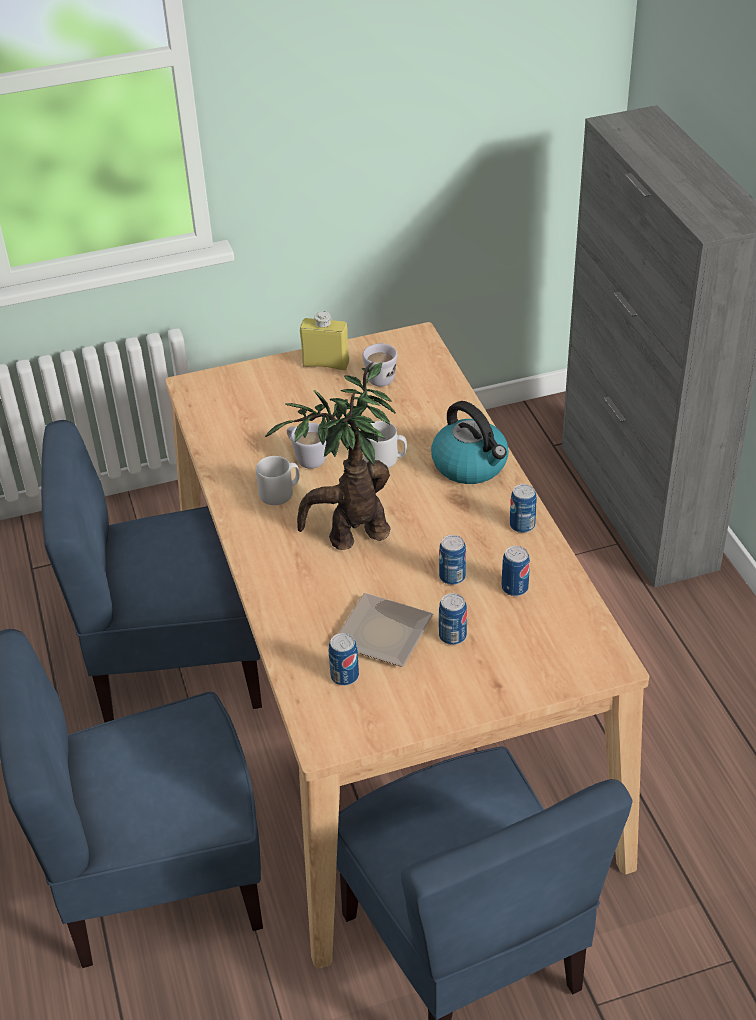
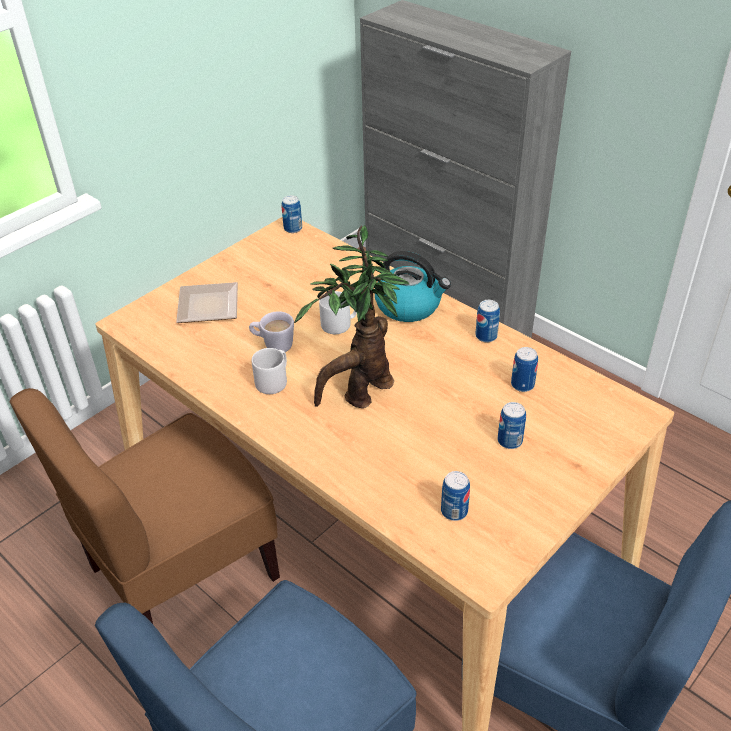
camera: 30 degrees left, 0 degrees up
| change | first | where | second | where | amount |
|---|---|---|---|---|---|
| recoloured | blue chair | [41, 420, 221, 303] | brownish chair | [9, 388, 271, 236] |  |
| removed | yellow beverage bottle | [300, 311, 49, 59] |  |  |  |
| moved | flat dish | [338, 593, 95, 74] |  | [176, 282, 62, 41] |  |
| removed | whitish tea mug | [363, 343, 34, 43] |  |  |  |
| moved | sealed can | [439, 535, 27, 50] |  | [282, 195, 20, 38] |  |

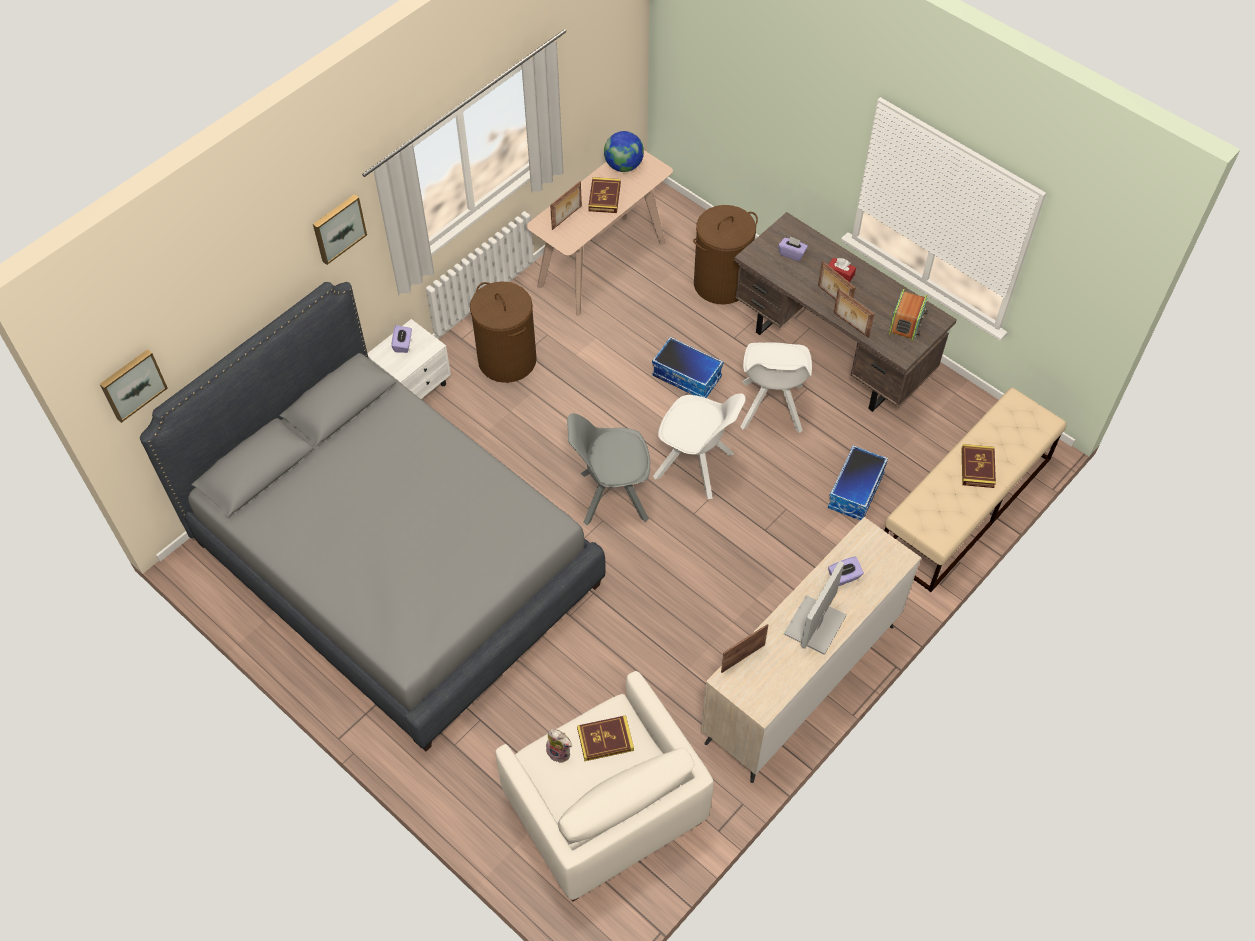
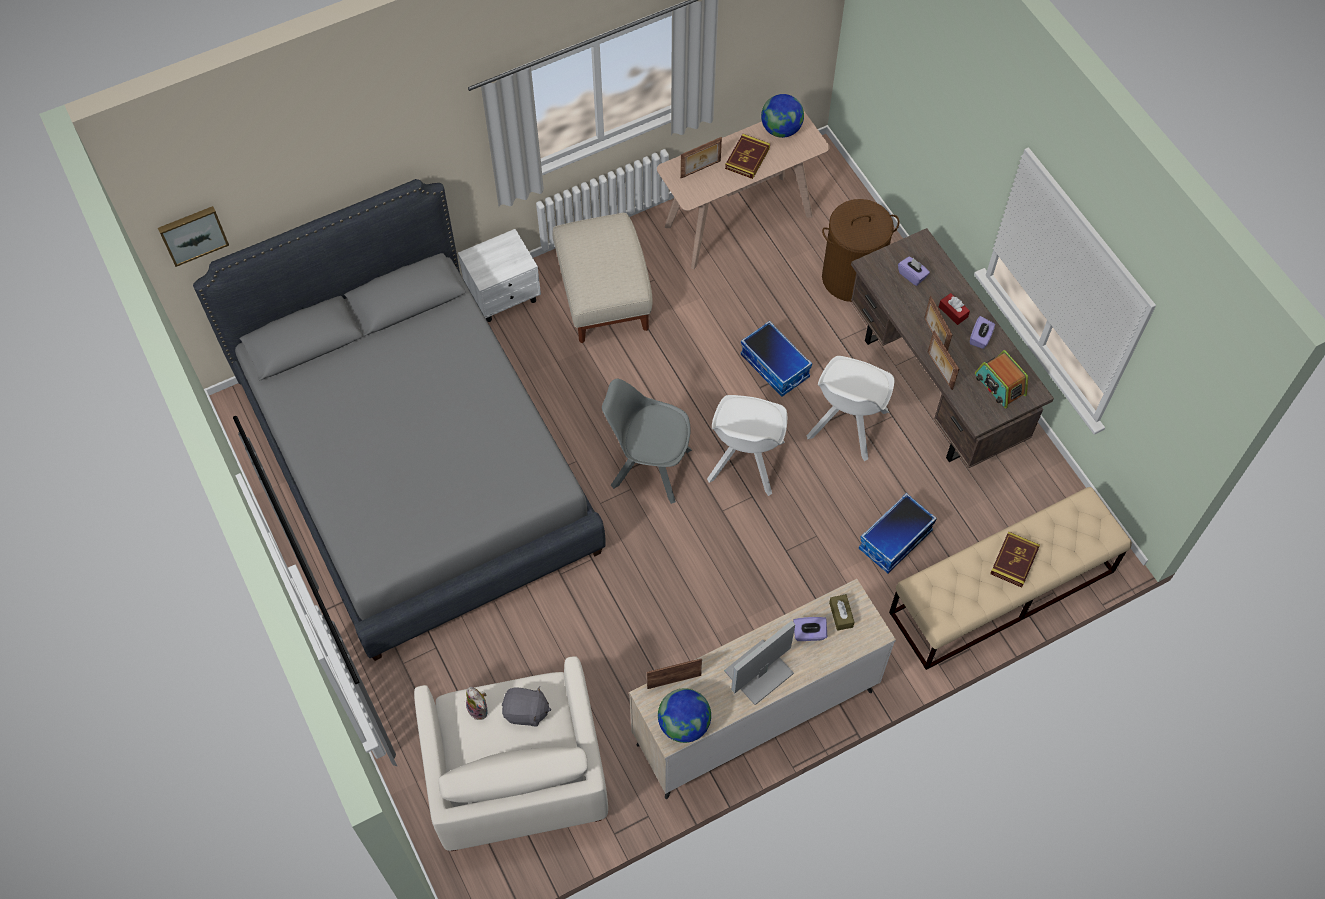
camera: 20 degrees right, 5 degrees up
| change | first | where | second | where | amount |
|---|---|---|---|---|---|
| removed | picture | [313, 194, 54, 71] |  |  |  |
| moved | purple box of tissues | [391, 325, 21, 28] |  | [970, 316, 25, 33] |  |
| replaced | brownish washing basket | [470, 281, 67, 102] | beige footrest | [552, 213, 101, 130] |  |
| replaced | volume | [577, 715, 57, 46] | greyish plush toy | [502, 686, 49, 41] |  |
| turned | whitish chair | [653, 393, 92, 106] |  | [707, 395, 80, 101] | 60 degrees clockwise |
| turned | radio set | [889, 289, 39, 52] |  | [975, 350, 53, 58] | 105 degrees clockwise |
| added |  |  | desk globe | [658, 688, 53, 55] |  |
| added |  |  | brownish box of tissues | [829, 594, 25, 37] |  |

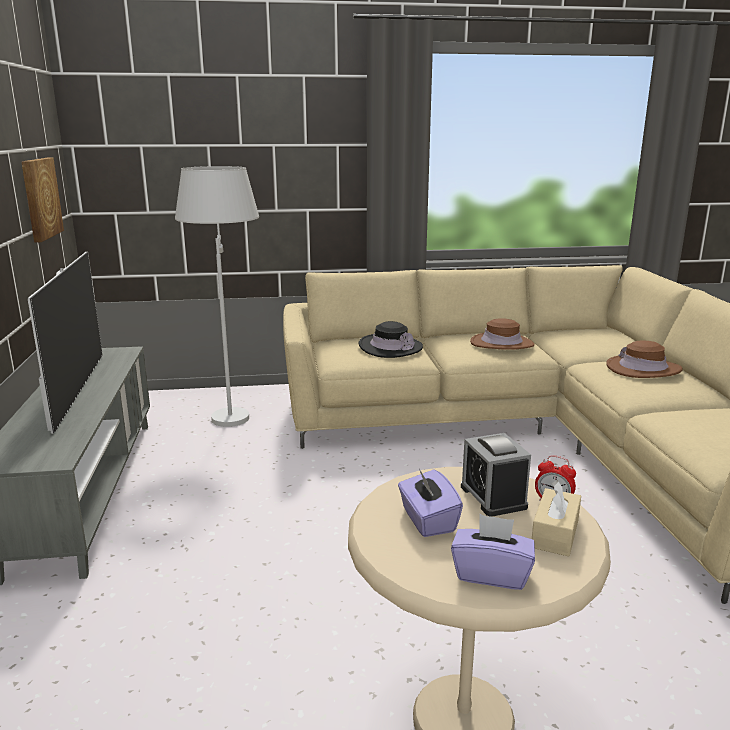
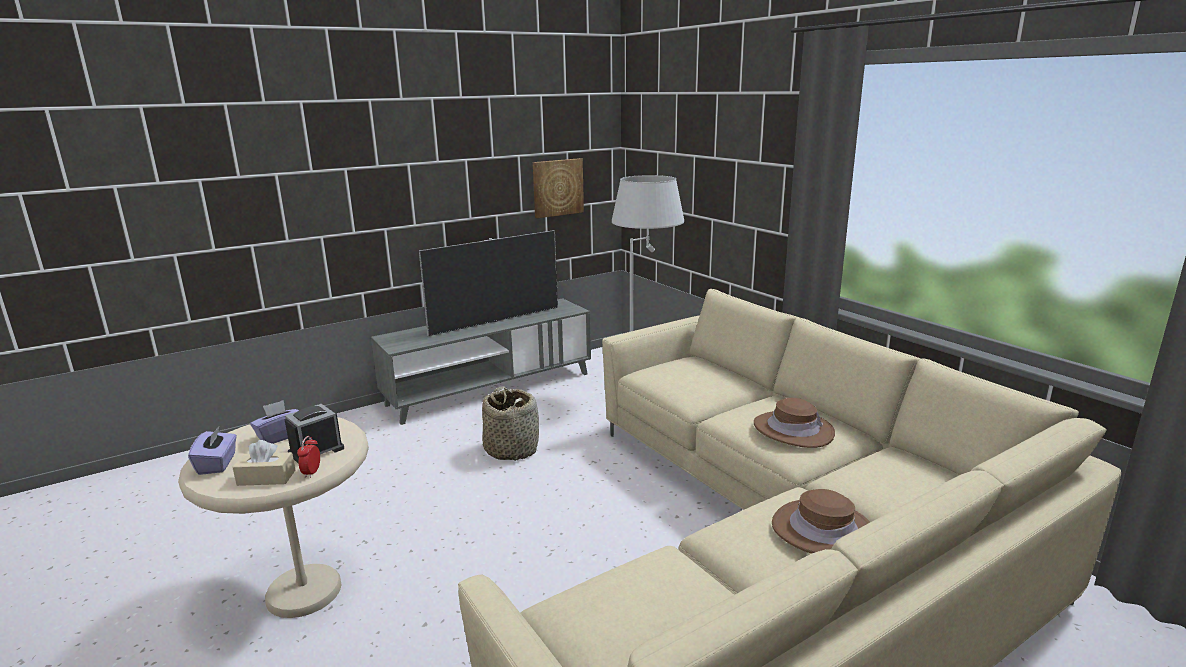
camera: 65 degrees right, 0 degrees up
| change | first | where | second | where | amount |
|---|---|---|---|---|---|
| removed | black wearable hat | [358, 321, 65, 37] |  |  |  |
| added |  |  | household basket | [482, 387, 57, 74] |  |

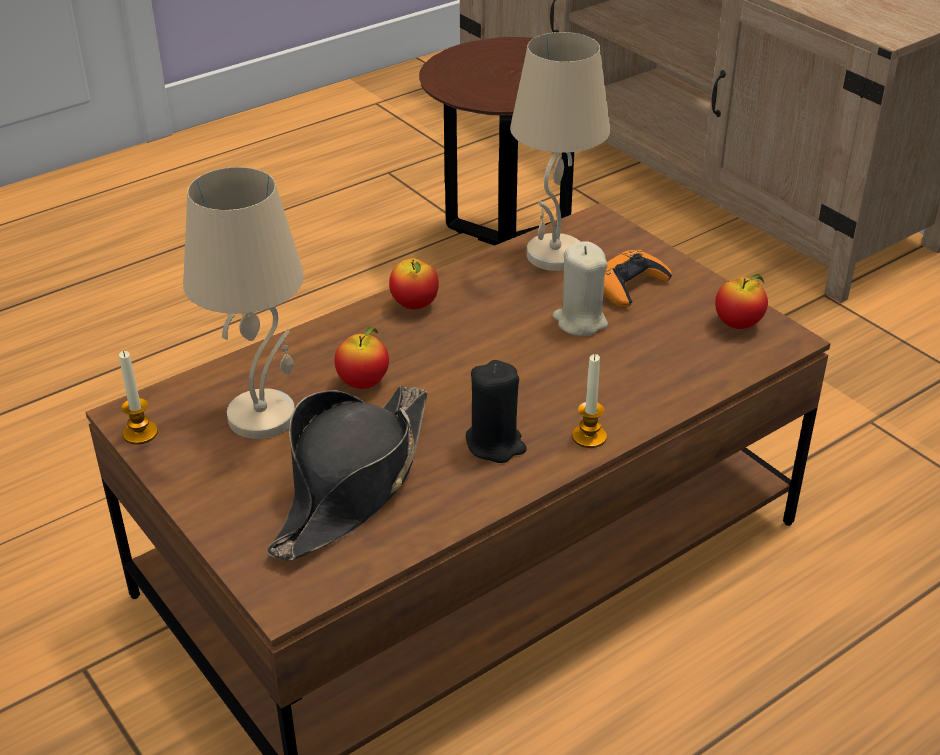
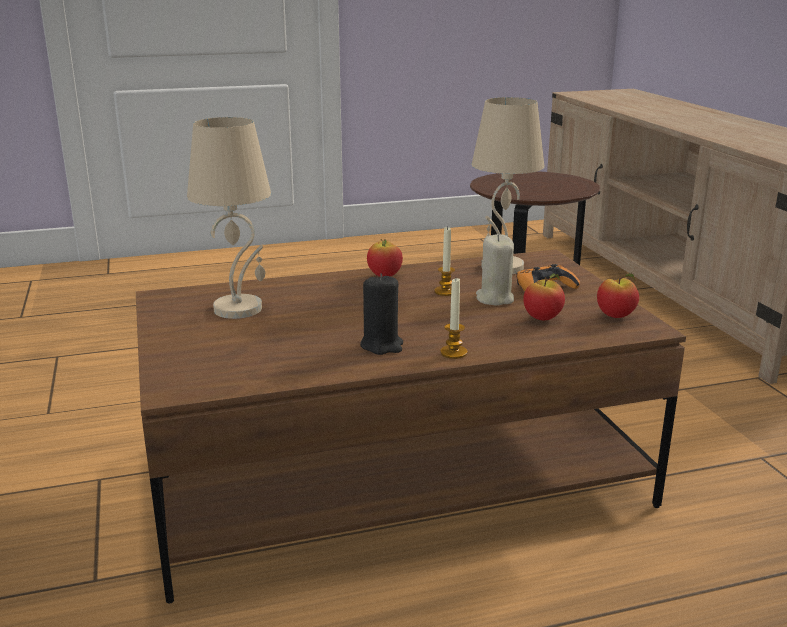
camera: 20 degrees right, 15 degrees down
| change | first | where | second | where | amount |
|---|---|---|---|---|---|
| moved | candle | [119, 351, 39, 93] |  | [434, 226, 21, 70] |  |
| removed | black wearable hat | [267, 385, 160, 175] |  |  |  |
| moved | apple | [335, 327, 54, 62] |  | [523, 273, 42, 47] |  |

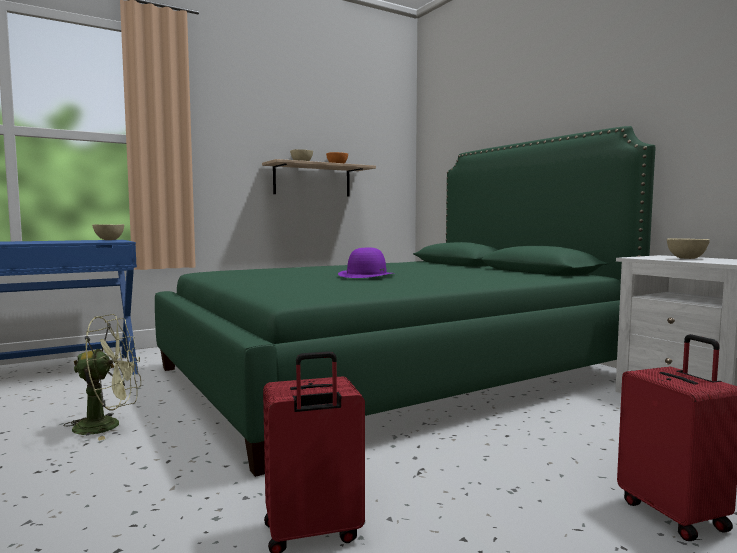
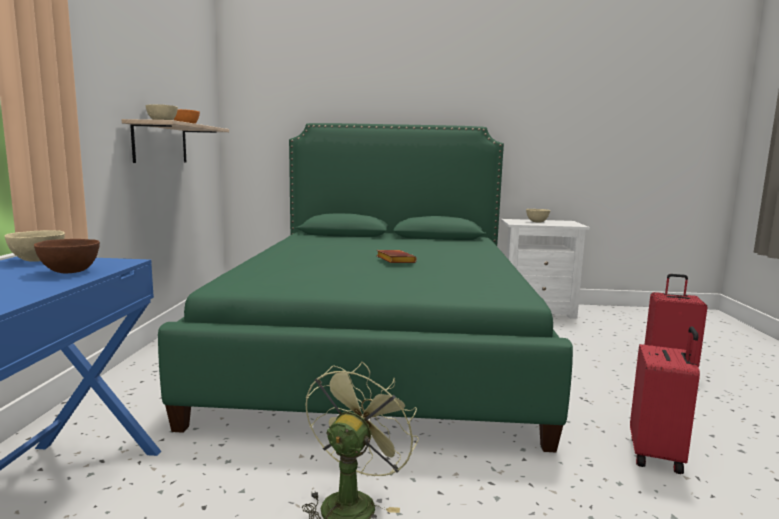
camera: 55 degrees left, 5 degrees up
| change | first | where | second | where | amount |
|---|---|---|---|---|---|
| replaced | purple wearable hat | [338, 248, 56, 30] | brownish volume | [377, 250, 40, 13] |  |
| added |  |  | brownish bowl | [34, 239, 66, 34] |  |

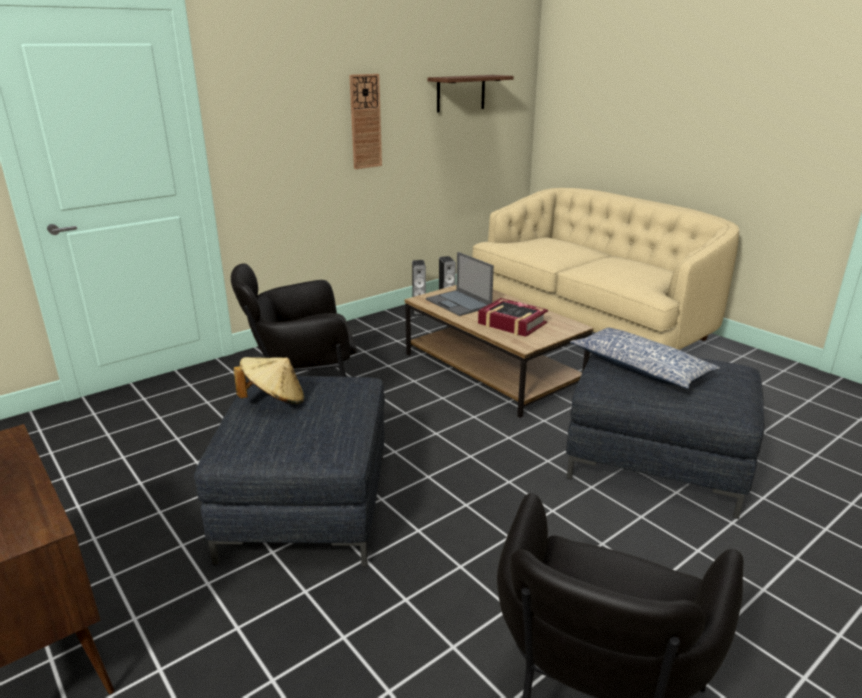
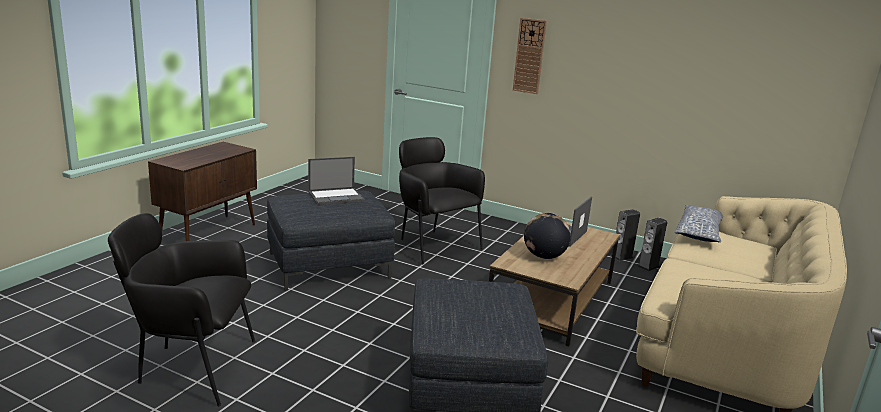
camera: 65 degrees right, 5 degrees down
| change | first | where | second | where | amount |
|---|---|---|---|---|---|
| replaced | beige wearable hat | [234, 357, 70, 47] | portable computer | [308, 157, 57, 48] |  |
| moved | hanging clock | [349, 74, 33, 95] |  | [513, 18, 34, 76] |  |
| removed | wall shelf | [427, 75, 87, 38] |  |  |  |
| replaced | volume | [478, 298, 70, 39] | desk globe | [524, 213, 47, 46] |  |
| moved | throw pillow | [570, 327, 150, 62] |  | [675, 205, 48, 37] |  |

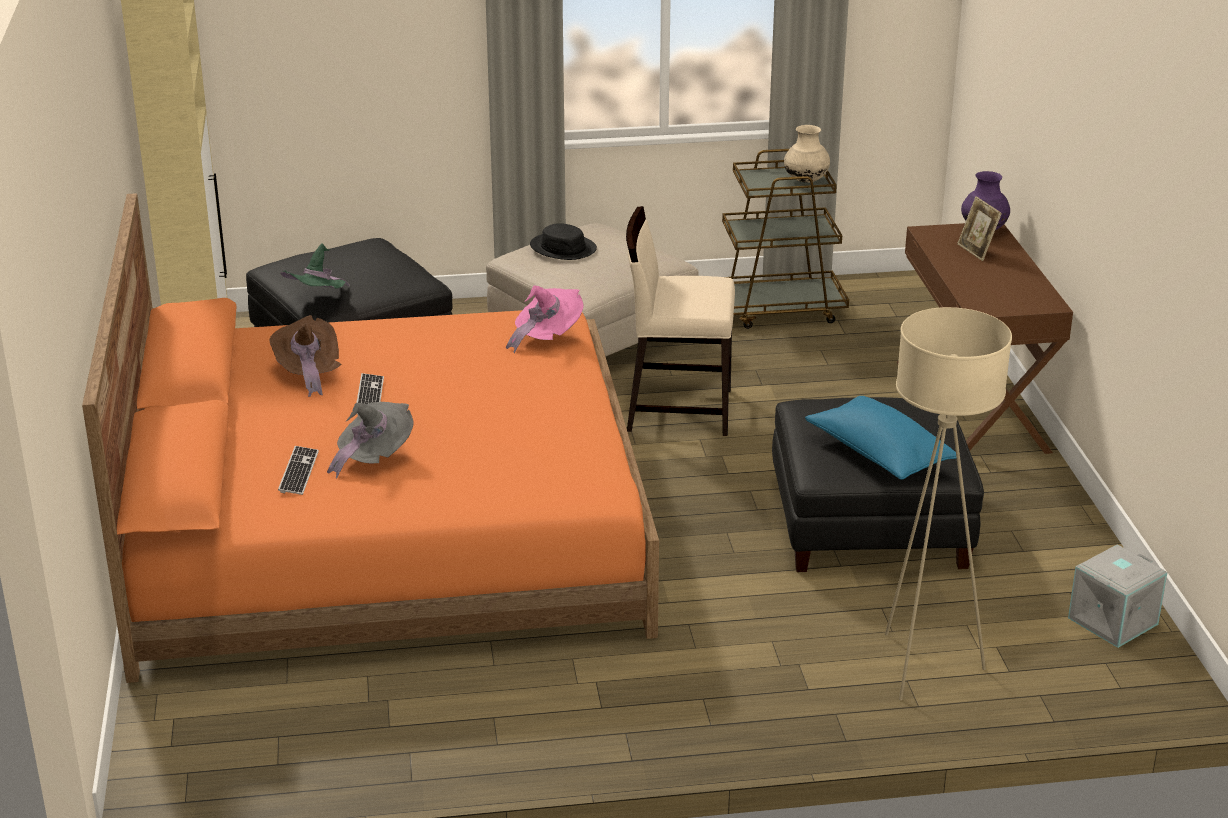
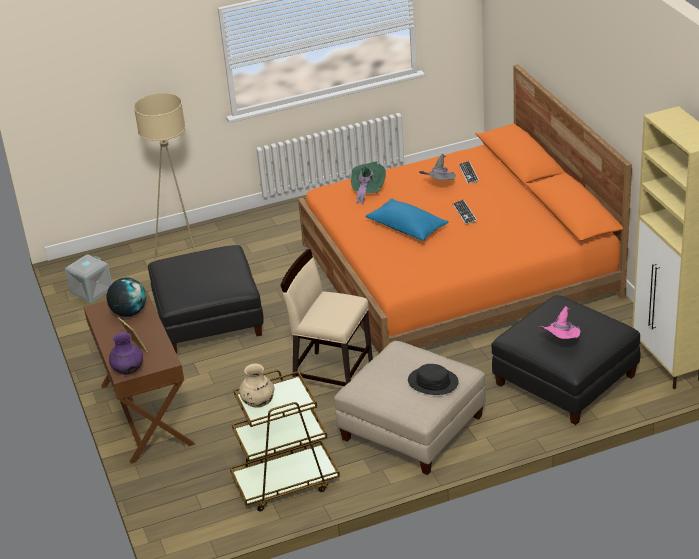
camera: 170 degrees right, 5 degrees up
| change | first | where | second | where | amount |
|---|---|---|---|---|---|
| removed | brownish wearable hat | [269, 315, 72, 82] |  |  |  |
| moved | greenish wearable hat | [280, 243, 70, 45] |  | [351, 161, 35, 44] |  |
| moved | pink-coloured wearable hat | [506, 285, 78, 68] |  | [538, 306, 42, 33] |  |
| turned | beige chair | [626, 206, 109, 230] |  | [281, 249, 92, 137] | 150 degrees counterclockwise |
| moved | blue throw pillow | [805, 396, 152, 84] |  | [366, 198, 82, 43] |  |
| added |  |  | desk globe | [106, 278, 40, 39] |  |

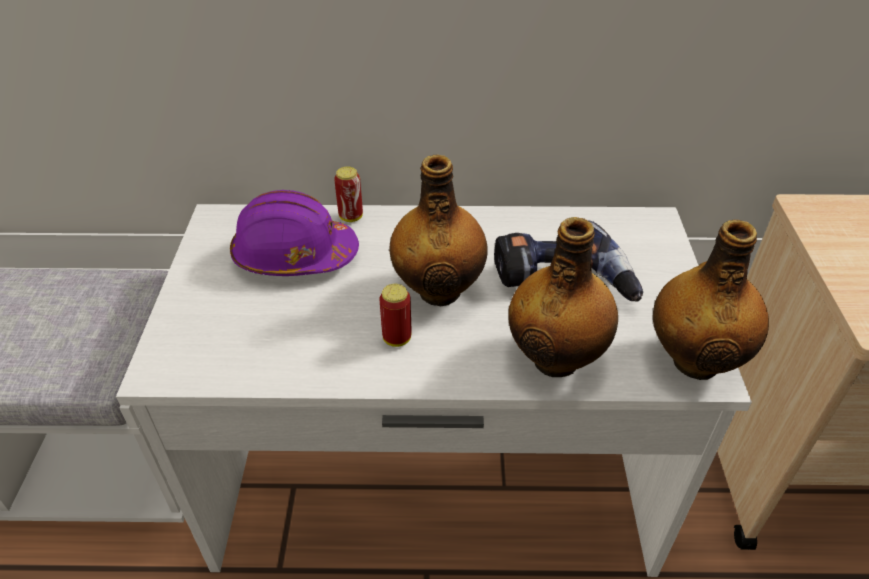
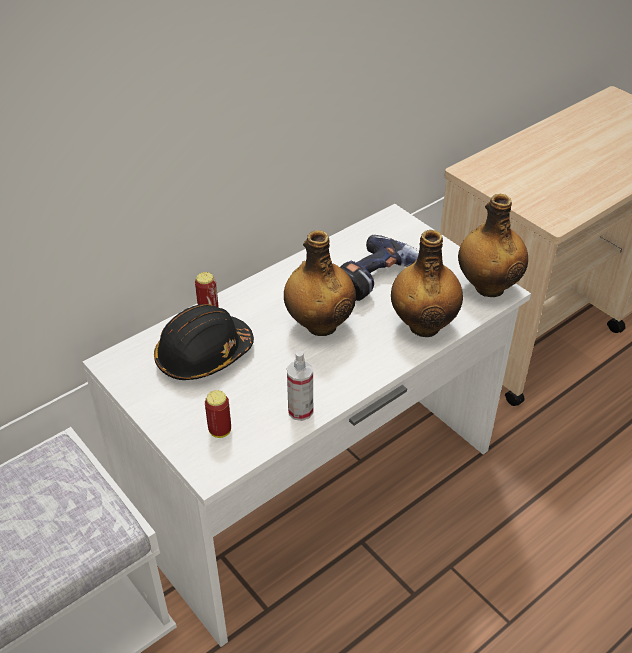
camera: 40 degrees left, 0 degrees up
| change | first | where | second | where | amount |
|---|---|---|---|---|---|
| recoloured | purple work helmet | [230, 190, 129, 86] | black work helmet | [154, 304, 100, 76] |  |
| moved | sealed can | [379, 284, 32, 63] |  | [205, 390, 26, 48] |  |
| added |  |  | spray bottle | [287, 351, 26, 70] |  |

